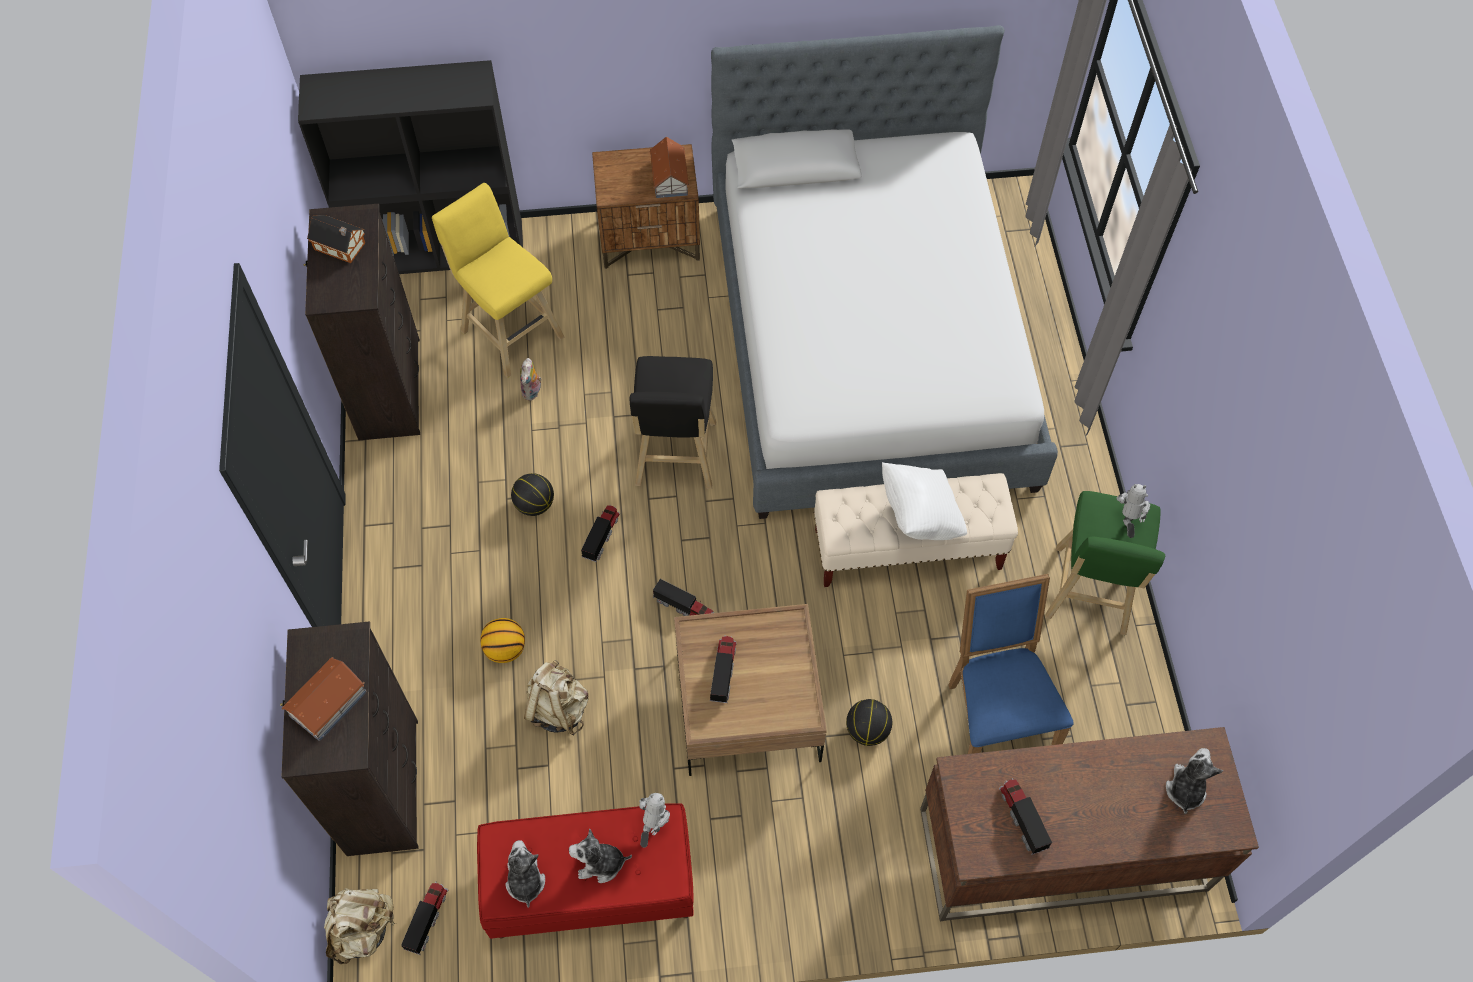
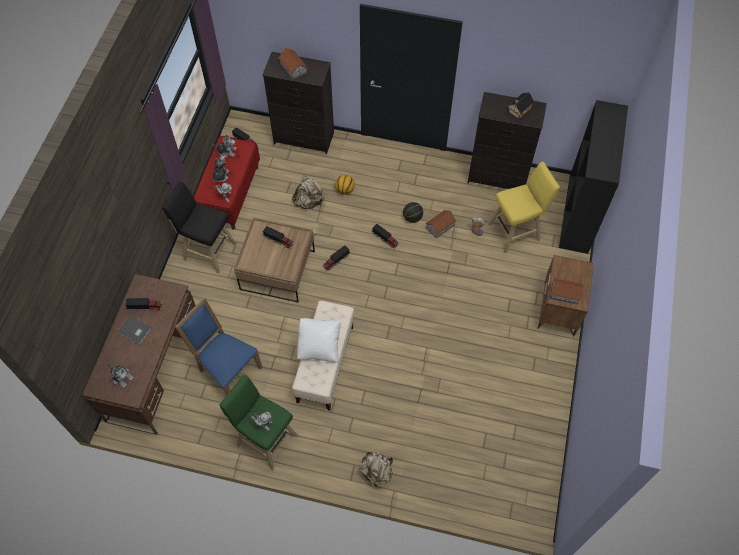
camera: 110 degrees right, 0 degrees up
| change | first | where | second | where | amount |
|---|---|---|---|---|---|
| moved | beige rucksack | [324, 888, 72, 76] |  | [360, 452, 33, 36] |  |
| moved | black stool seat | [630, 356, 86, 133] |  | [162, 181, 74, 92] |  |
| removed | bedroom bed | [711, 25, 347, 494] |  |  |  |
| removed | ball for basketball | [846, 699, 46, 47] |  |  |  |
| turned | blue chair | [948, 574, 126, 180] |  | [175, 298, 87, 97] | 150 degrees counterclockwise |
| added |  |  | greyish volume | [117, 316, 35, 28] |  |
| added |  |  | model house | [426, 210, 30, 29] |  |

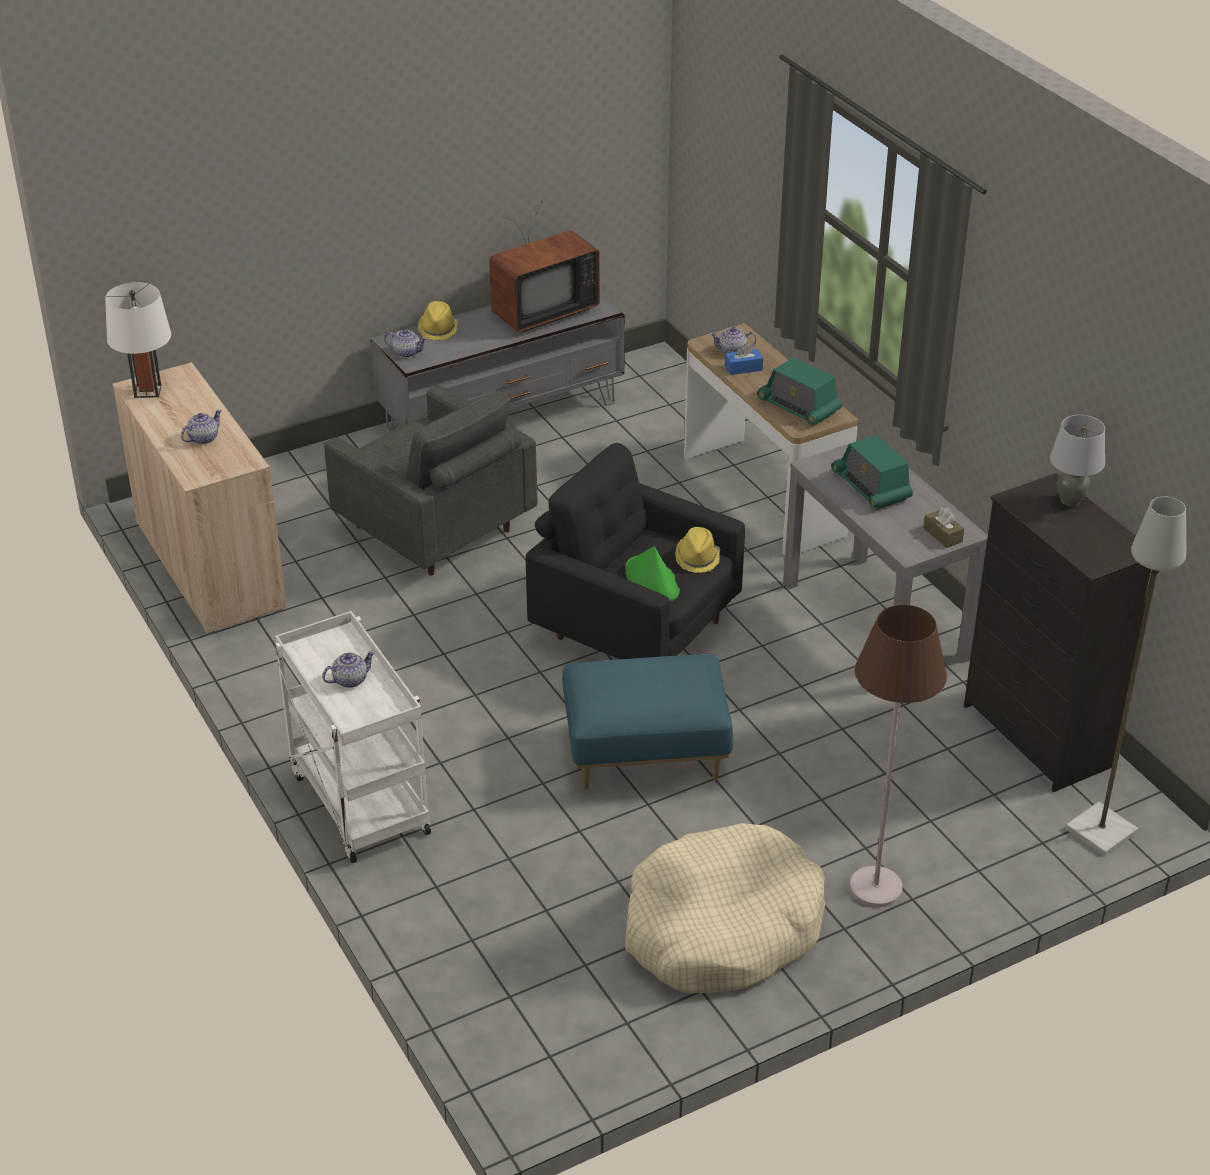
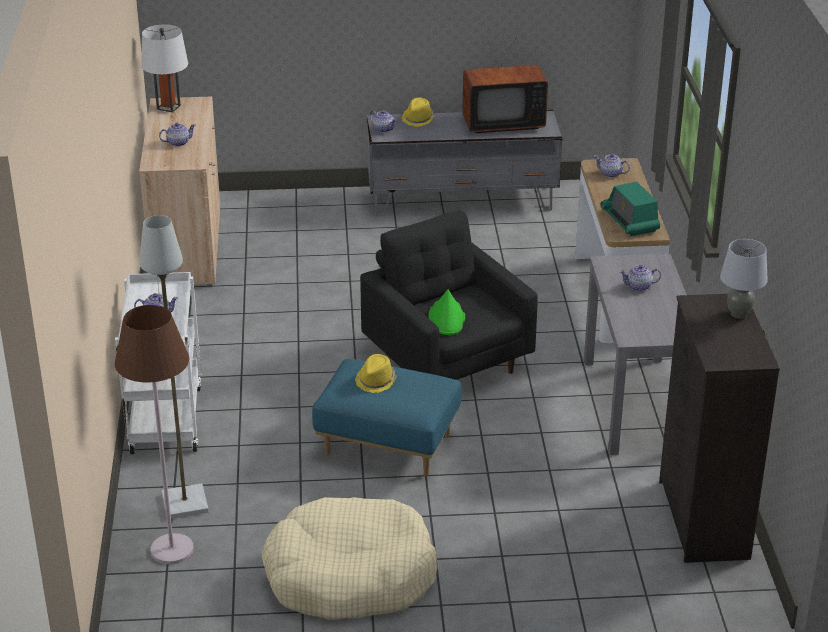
camera: 25 degrees right, 5 degrees down
| change | first | where | second | where | amount |
|---|---|---|---|---|---|
| removed | greyish easy chair | [324, 385, 213, 191] |  |  |  |
| moved | yellow wearable hat | [675, 527, 45, 46] |  | [355, 354, 42, 39] |  |
| removed | blue box of tissues | [725, 344, 38, 31] |  |  |  |
| replaced | radio set | [831, 435, 82, 74] | teapot | [619, 265, 42, 26] |  |
| moved | brownish standing lamp | [850, 605, 97, 302] |  | [115, 305, 79, 260] |  |
| removed | brownish box of tissues | [923, 507, 41, 41] |  |  |  |
| moved | greyish standing lamp | [1065, 496, 121, 360] |  | [139, 215, 70, 304] |  |

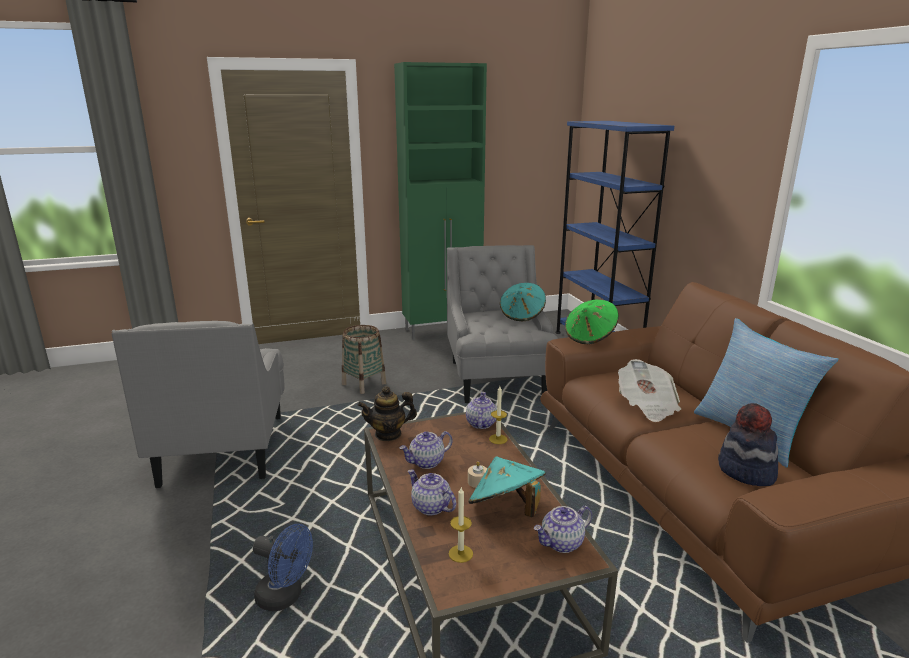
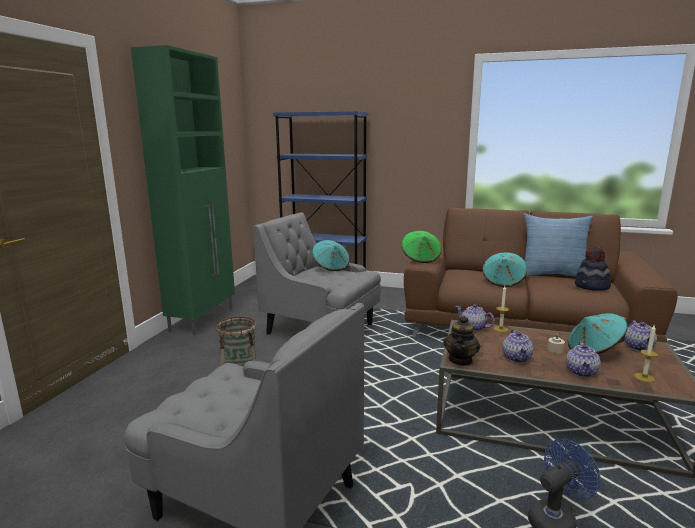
camera: 55 degrees left, 5 degrees down
| change | first | where | second | where | amount |
|---|---|---|---|---|---|
| turned | teapot | [408, 470, 48, 45] |  | [566, 342, 34, 35] | 60 degrees counterclockwise |
| replaced | daily paper | [618, 359, 63, 63] | blue-green wearable hat | [482, 253, 45, 34] |  |

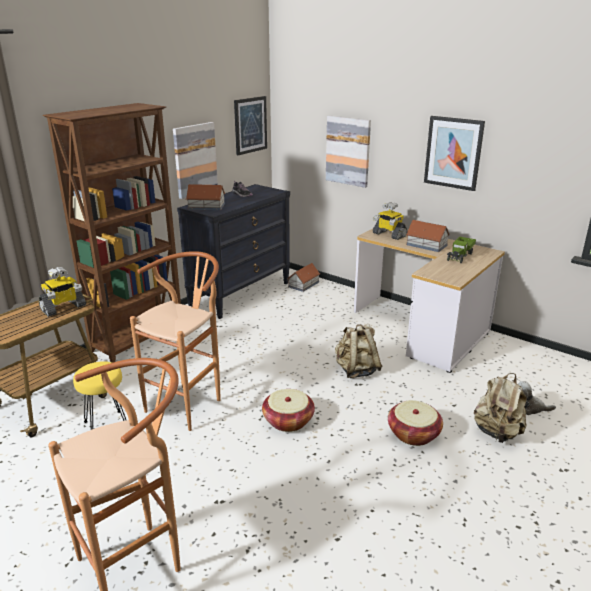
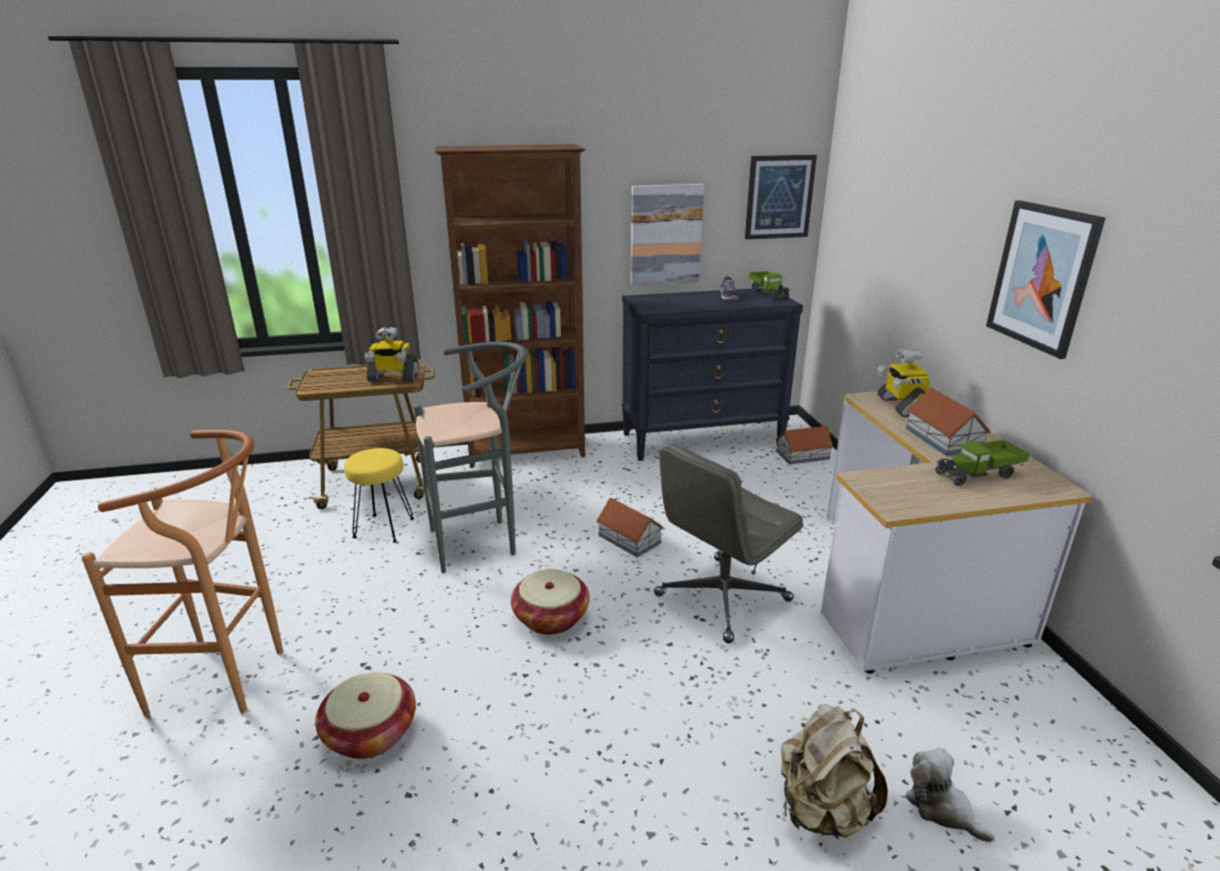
camera: 40 degrees right, 0 degrees up
| change | first | where | second | where | amount |
|---|---|---|---|---|---|
| recoloured | brownish stool seat | [130, 251, 91, 180] | greyish stool seat | [414, 342, 113, 231] |  |
| moved | model house | [186, 184, 39, 26] |  | [596, 498, 68, 59] |  |
| removed | picture | [326, 115, 45, 73] |  |  |  |
| replaced | beige rucksack | [335, 324, 47, 54] | greyish office chair | [654, 444, 149, 199] |  |
| moved | household basket | [388, 400, 55, 46] |  | [315, 672, 101, 87] |  |
| added |  |  | toy truck | [749, 271, 41, 29] |  |

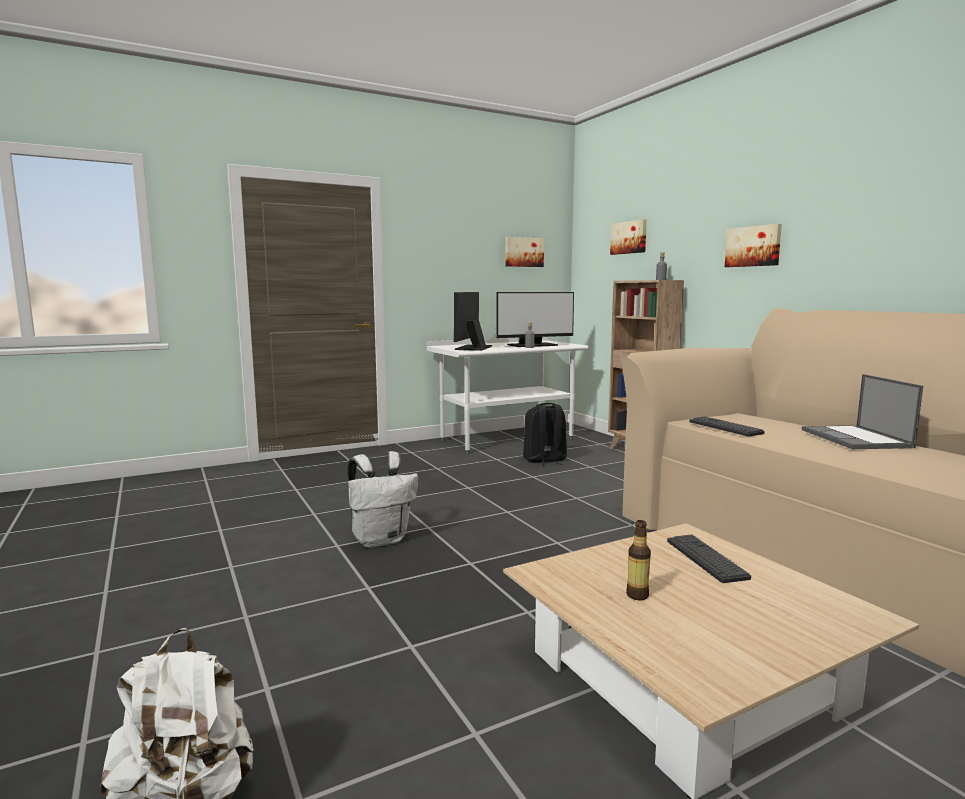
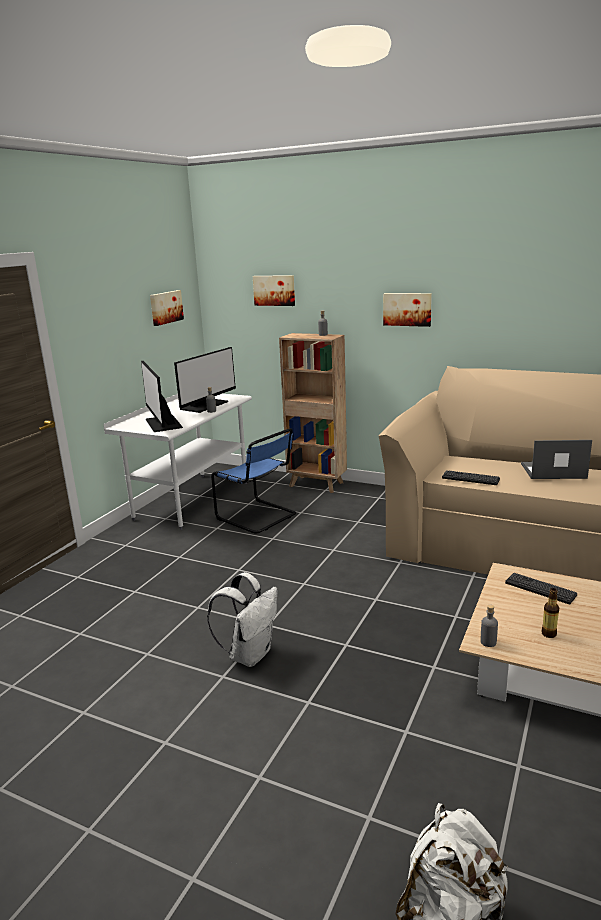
camera: 35 degrees left, 10 degrees up
| change | first | where | second | where | amount |
|---|---|---|---|---|---|
| replaced | black rucksack | [523, 403, 44, 63] | blue chair | [211, 428, 85, 105] |  |
| turned | portable computer | [802, 374, 121, 75] |  | [521, 440, 71, 39] | 135 degrees clockwise |
| added |  |  | greyish beverage bottle | [480, 605, 18, 42] |  |

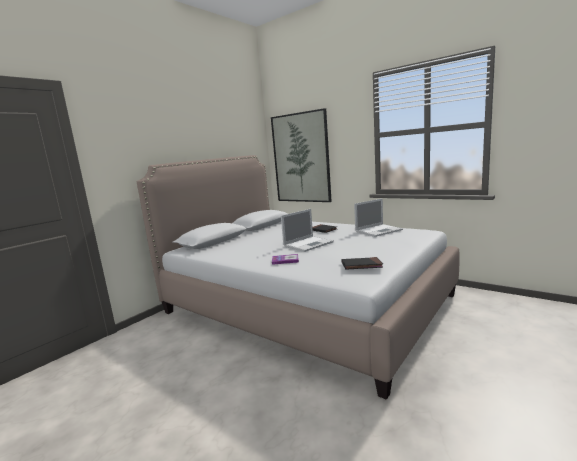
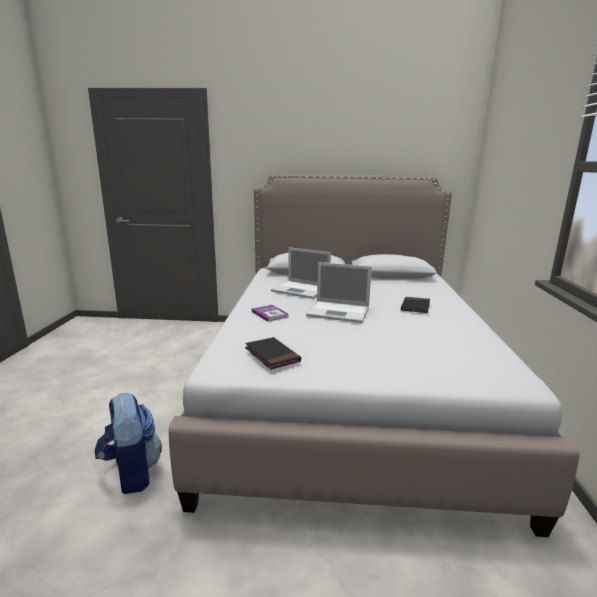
camera: 55 degrees right, 5 degrees up
| change | first | where | second | where | amount |
|---|---|---|---|---|---|
| removed | picture | [271, 108, 61, 94] |  |  |  |
| moved | portable computer | [354, 199, 49, 38] |  | [271, 247, 60, 52] |  |
| added |  |  | rucksack | [95, 393, 67, 101] |  |

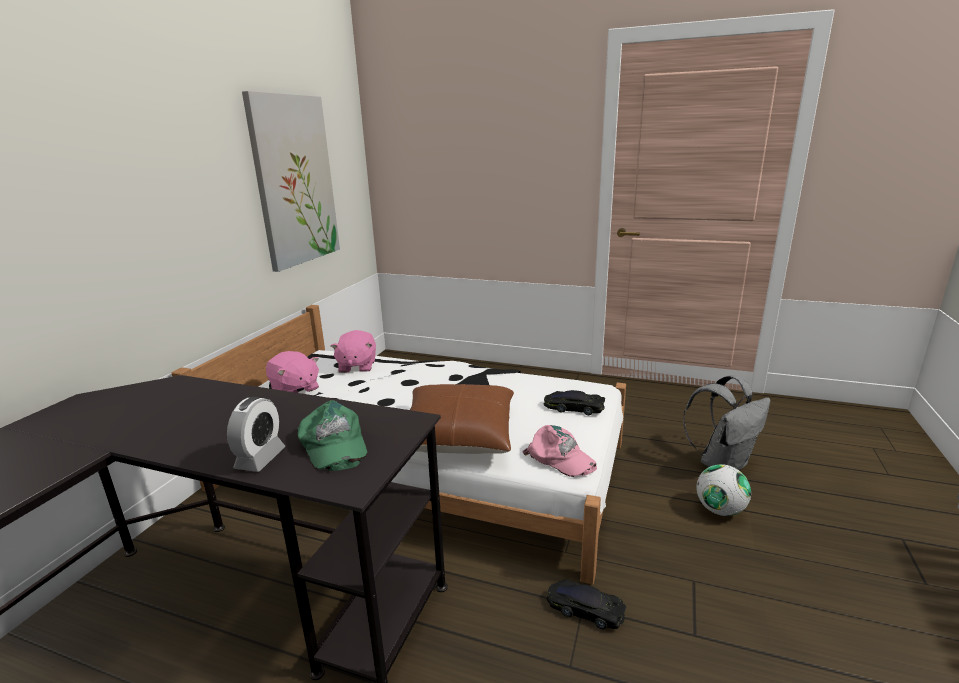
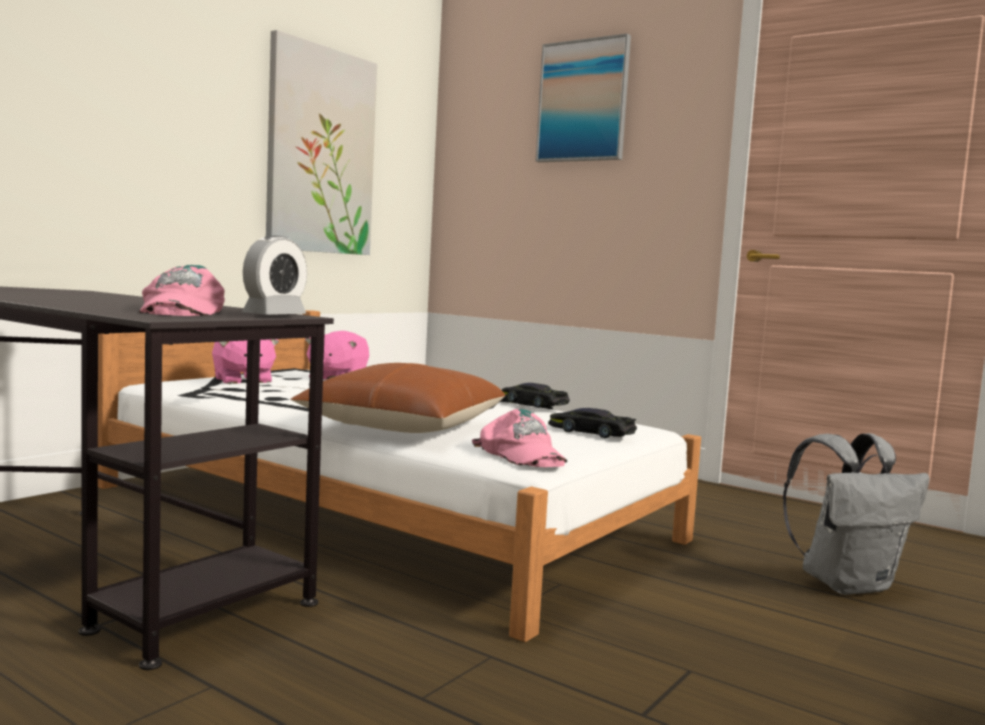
camera: 15 degrees right, 15 degrees down
| change | first | where | second | where | amount |
|---|---|---|---|---|---|
| moved | alarm clock | [227, 397, 59, 75] |  | [242, 236, 65, 79] |  |
| recoloured | greenish cap | [297, 400, 70, 71] | pink-coloured cap | [139, 265, 86, 51] |  |
| moved | black miniature car | [547, 579, 79, 50] |  | [502, 383, 68, 25] |  |
| removed | ball for football | [696, 464, 55, 52] |  |  |  |
| added |  |  | picture | [536, 33, 95, 129] |  |

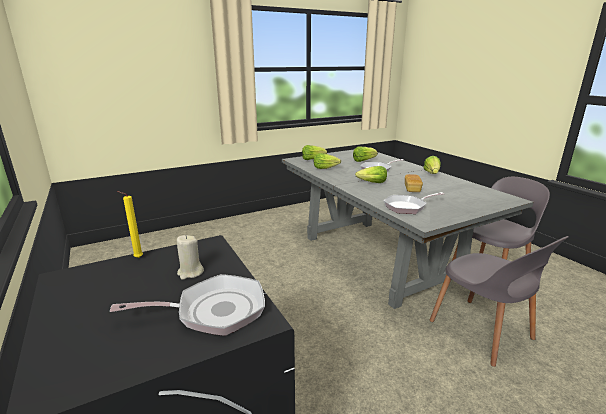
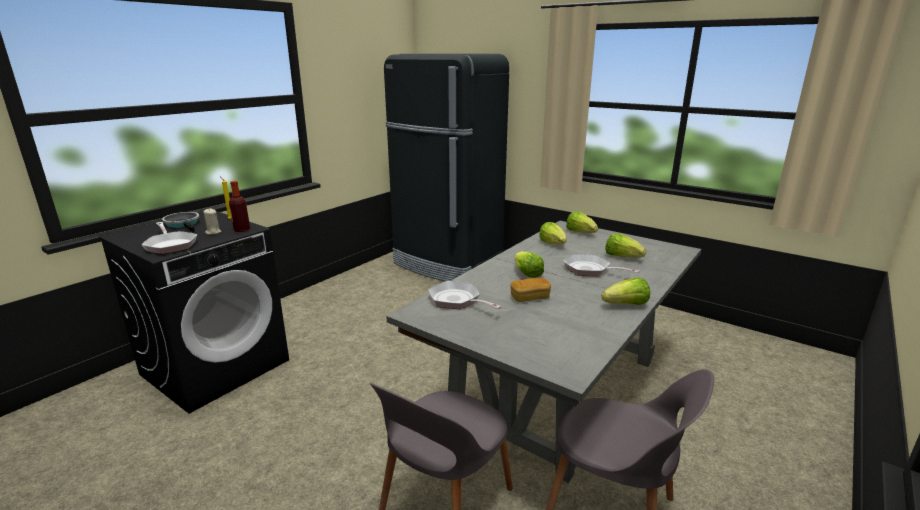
camera: 65 degrees right, 0 degrees up
| change | first | where | second | where | amount |
|---|---|---|---|---|---|
| added |  |  | skillet | [162, 212, 37, 20] |  |
| added |  |  | beverage bottle | [229, 181, 21, 51] |  |
| added |  |  | black refrigerator | [384, 54, 125, 227] |  |

